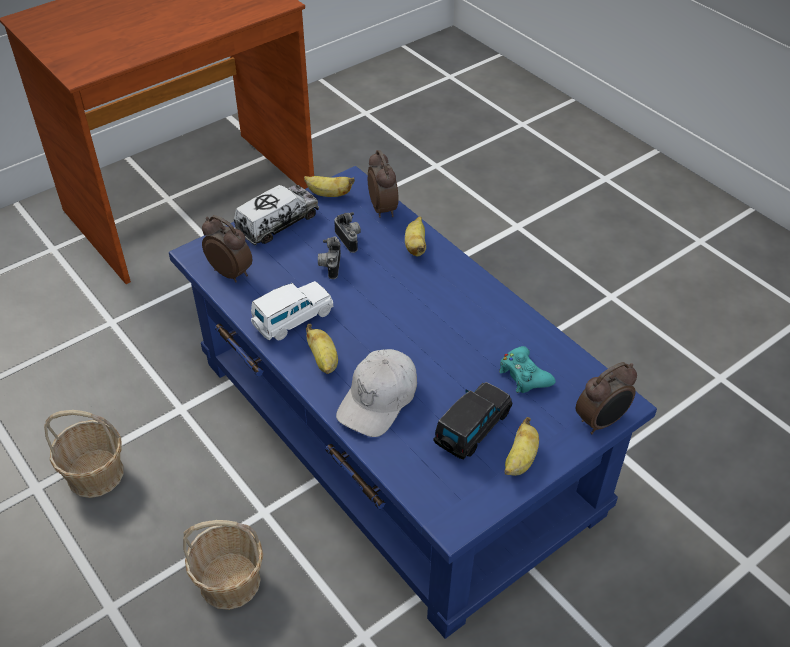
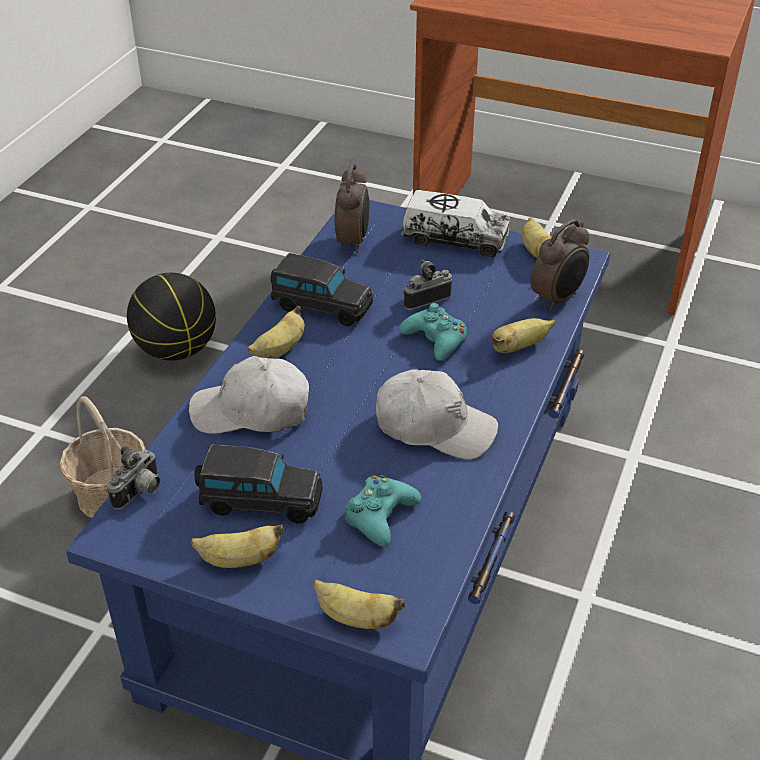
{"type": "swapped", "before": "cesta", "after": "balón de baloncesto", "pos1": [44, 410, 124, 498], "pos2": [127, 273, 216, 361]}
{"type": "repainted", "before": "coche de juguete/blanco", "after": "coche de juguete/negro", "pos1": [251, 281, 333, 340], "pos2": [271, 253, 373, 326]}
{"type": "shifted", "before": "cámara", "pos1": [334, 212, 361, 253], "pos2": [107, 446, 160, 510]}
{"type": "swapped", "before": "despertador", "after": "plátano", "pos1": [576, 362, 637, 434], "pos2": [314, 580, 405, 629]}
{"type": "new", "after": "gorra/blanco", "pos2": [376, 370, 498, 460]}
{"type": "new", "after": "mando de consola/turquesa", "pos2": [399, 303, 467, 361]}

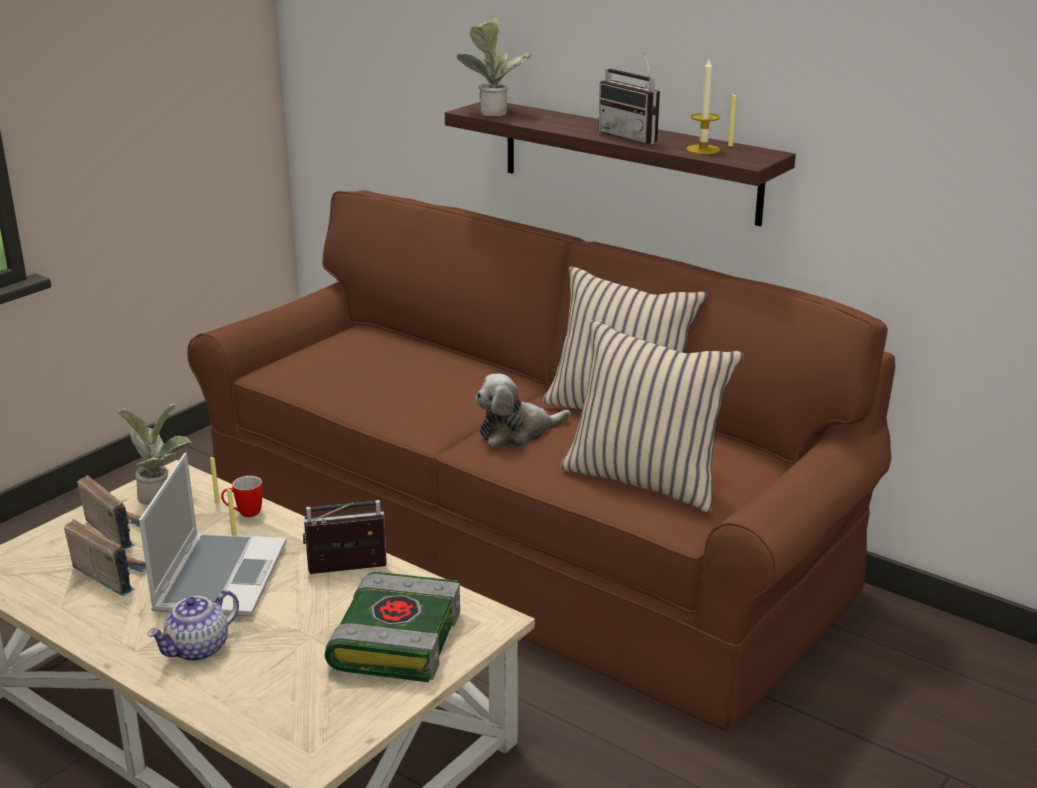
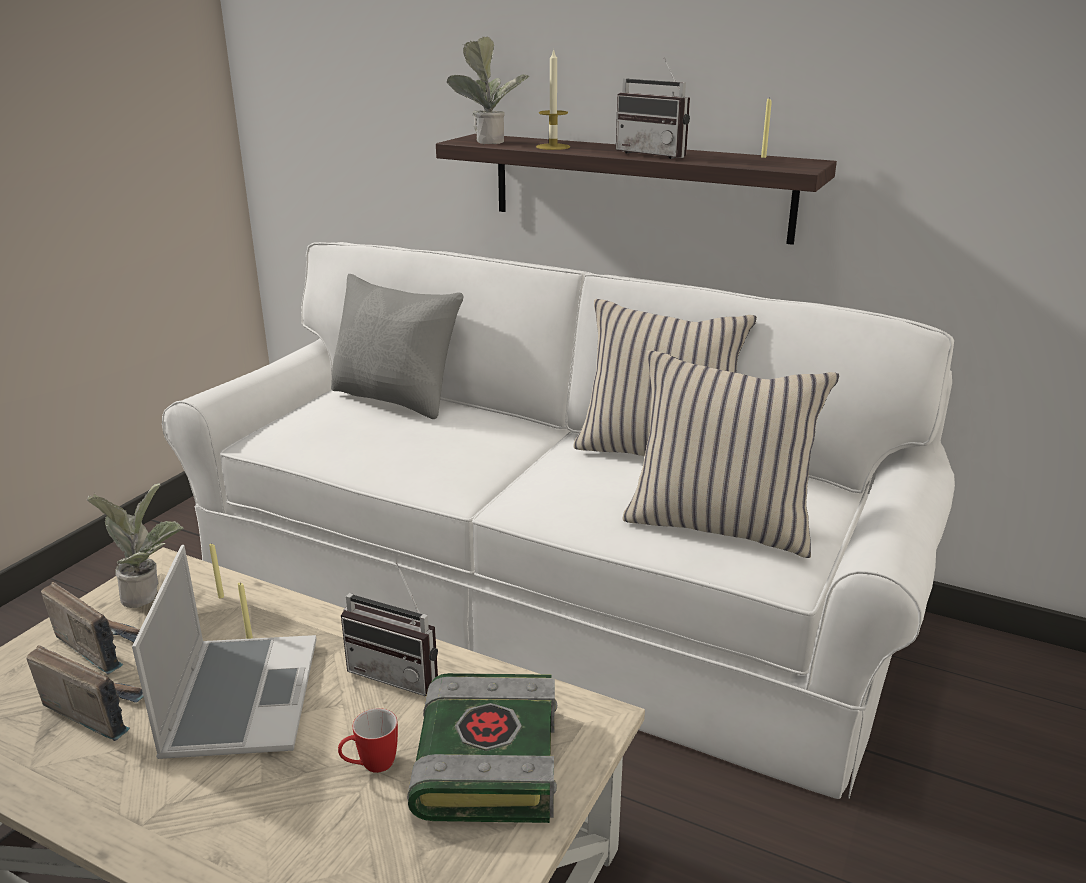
{"type": "gone", "before": "tetera", "pos1": [147, 590, 239, 661]}
{"type": "repainted", "before": "sofá/marrón", "after": "sofá/blanco", "pos1": [187, 190, 895, 731], "pos2": [162, 242, 955, 799]}
{"type": "shifted", "before": "taza grande", "pos1": [221, 476, 263, 517], "pos2": [338, 708, 398, 773]}
{"type": "rotated", "before": "radio", "pos1": [303, 500, 387, 574], "pos2": [341, 562, 438, 696], "turn": -135}
{"type": "gone", "before": "peluche", "pos1": [475, 374, 571, 447]}
{"type": "shifted", "before": "vela", "pos1": [686, 59, 720, 154], "pos2": [536, 48, 570, 150]}
{"type": "new", "after": "cojín/gris", "pos2": [331, 274, 464, 419]}

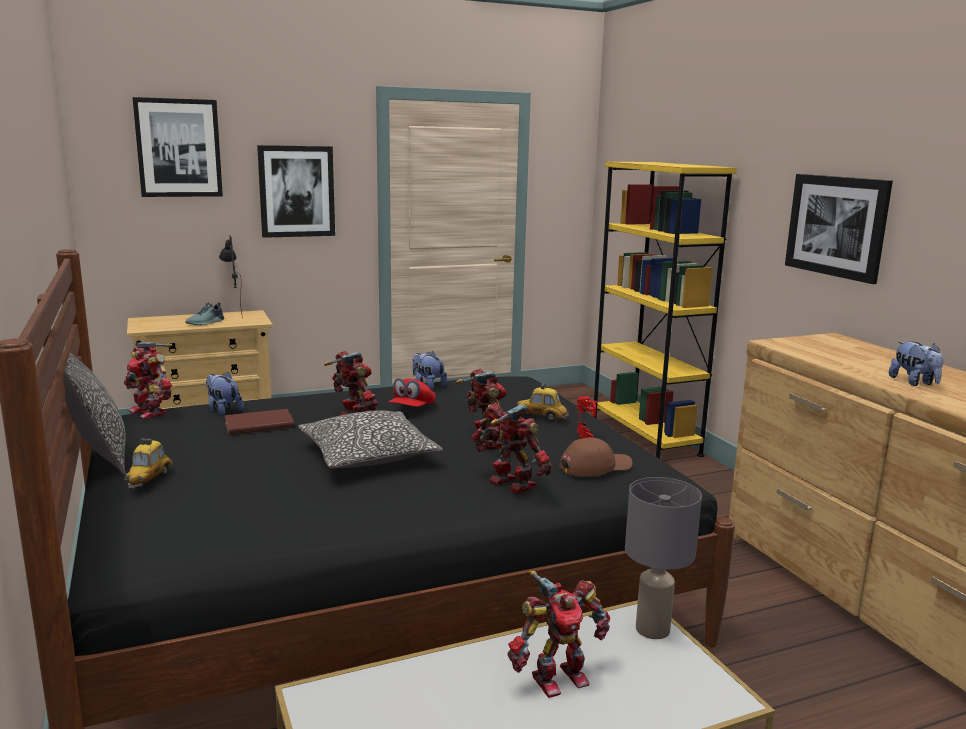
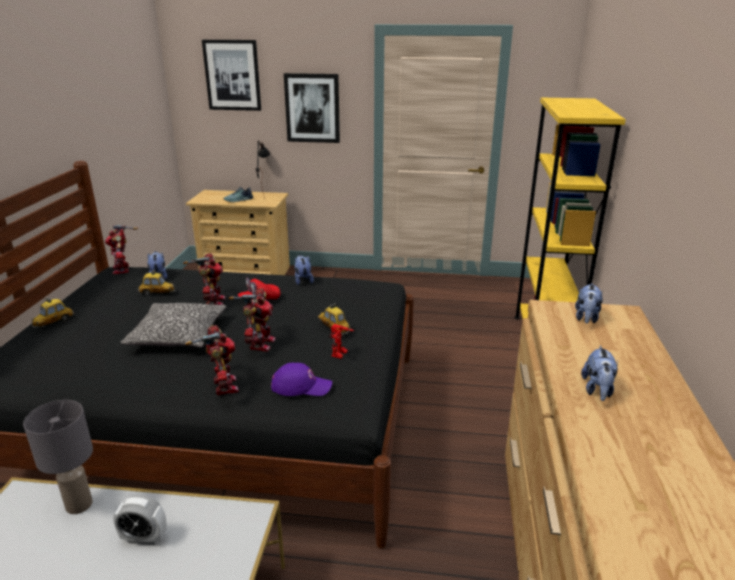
{"type": "gone", "before": "cojín", "pos1": [60, 347, 126, 476]}
{"type": "swapped", "before": "libro/marrón", "after": "coche de juguete", "pos1": [224, 409, 295, 435], "pos2": [138, 270, 176, 295]}
{"type": "swapped", "before": "robot de juguete", "after": "despertador", "pos1": [508, 571, 610, 698], "pos2": [113, 495, 167, 545]}
{"type": "repainted", "before": "gorra/marrón", "after": "gorra/morado", "pos1": [559, 437, 632, 477], "pos2": [271, 363, 332, 396]}
{"type": "shifted", "before": "lámpara de mesa/gris", "pos1": [625, 477, 702, 639], "pos2": [23, 400, 93, 514]}
{"type": "gone", "before": "cuadro", "pos1": [785, 174, 893, 284]}
{"type": "new", "after": "peluche", "pos2": [575, 283, 603, 324]}

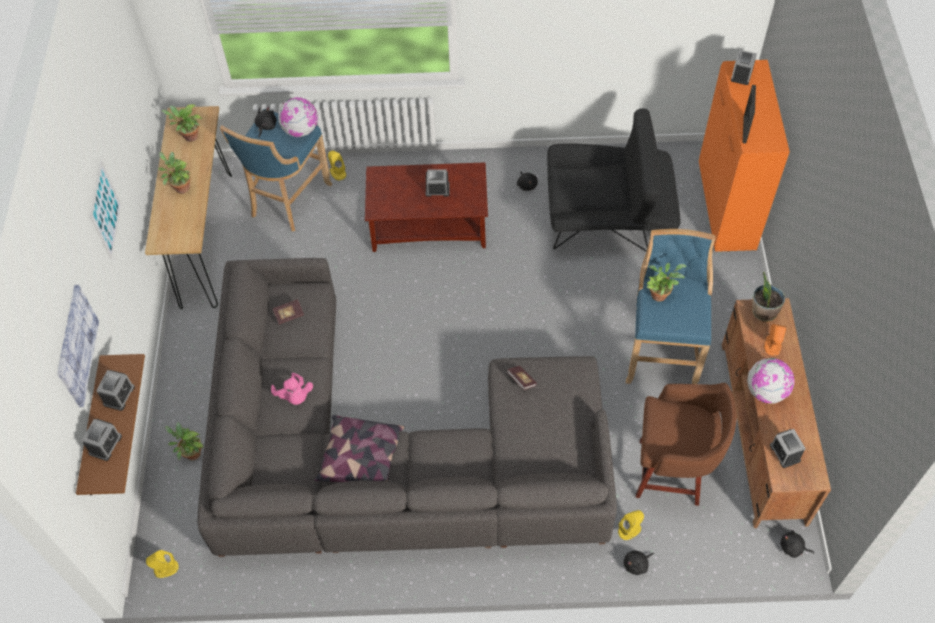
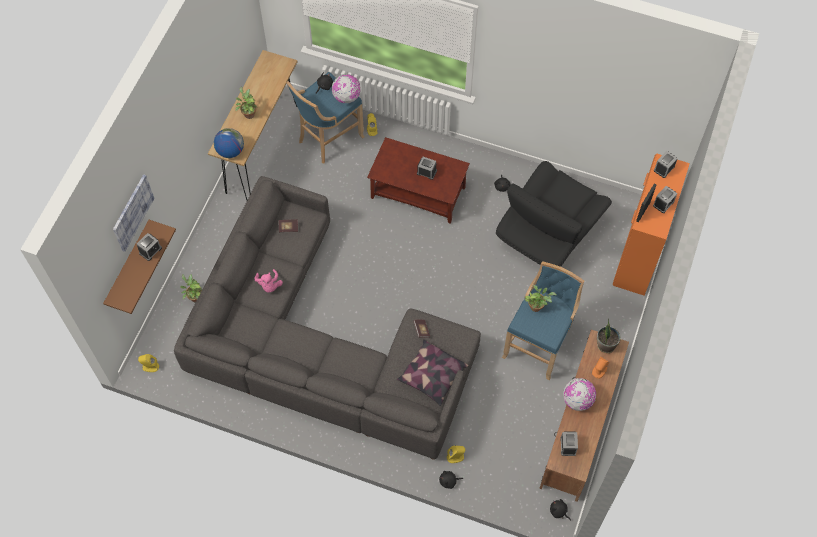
{"type": "shifted", "before": "despertador", "pos1": [81, 419, 122, 461], "pos2": [653, 186, 677, 213]}
{"type": "gone", "before": "cuadro", "pos1": [90, 160, 122, 259]}
{"type": "gone", "before": "planta en maceta", "pos1": [161, 104, 202, 142]}
{"type": "shifted", "before": "cojín", "pos1": [315, 415, 405, 483], "pos2": [397, 340, 469, 406]}
{"type": "rotated", "before": "sillón/negro", "pos1": [547, 108, 680, 252], "pos2": [496, 161, 612, 267], "turn": 105}
{"type": "gone", "before": "taburete/marrón", "pos1": [636, 383, 737, 506]}
{"type": "new", "after": "globo terráqueo", "pos2": [214, 128, 244, 158]}

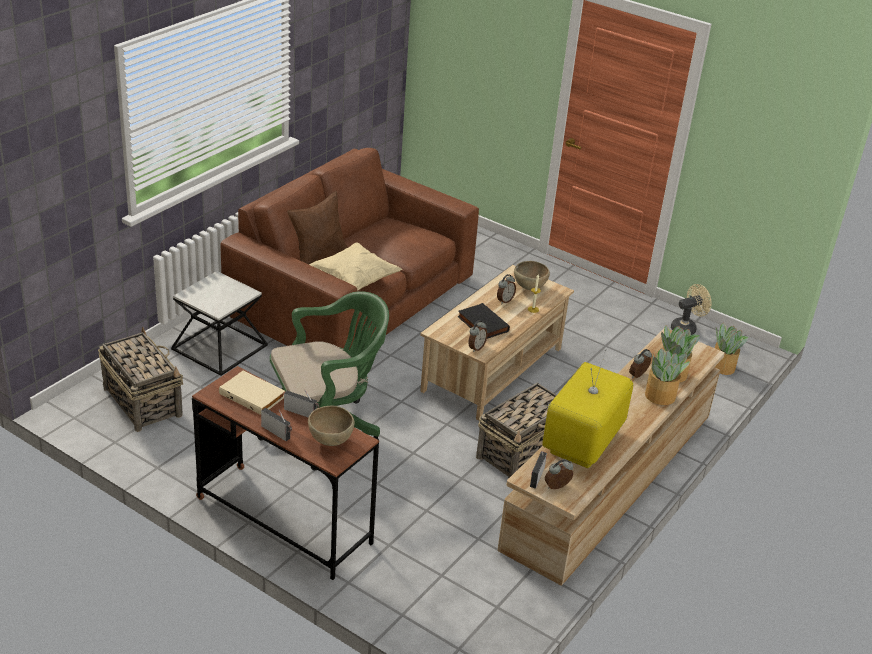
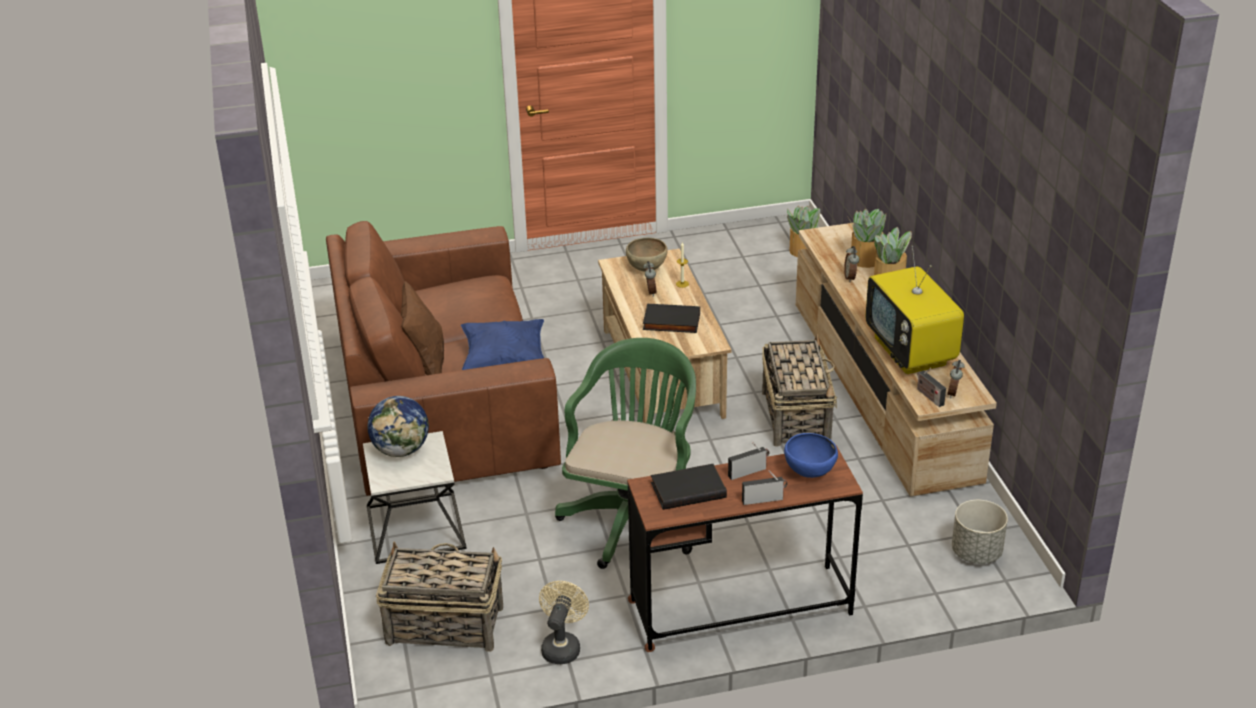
{"type": "repainted", "before": "libro/beis", "after": "libro/negro", "pos1": [219, 370, 285, 415], "pos2": [651, 464, 727, 510]}
{"type": "repainted", "before": "cuenco/marrón", "after": "cuenco/azul", "pos1": [308, 406, 355, 446], "pos2": [784, 433, 838, 478]}
{"type": "repainted", "before": "cojín/beis", "after": "cojín/azul", "pos1": [309, 243, 402, 291], "pos2": [461, 319, 544, 370]}
{"type": "gone", "before": "despertador", "pos1": [468, 320, 488, 352]}
{"type": "shifted", "before": "ventilador/beis", "pos1": [671, 284, 711, 335], "pos2": [539, 581, 589, 664]}
{"type": "new", "after": "globo terráqueo", "pos2": [367, 396, 429, 457]}
{"type": "new", "after": "maceta/gris", "pos2": [952, 500, 1008, 564]}

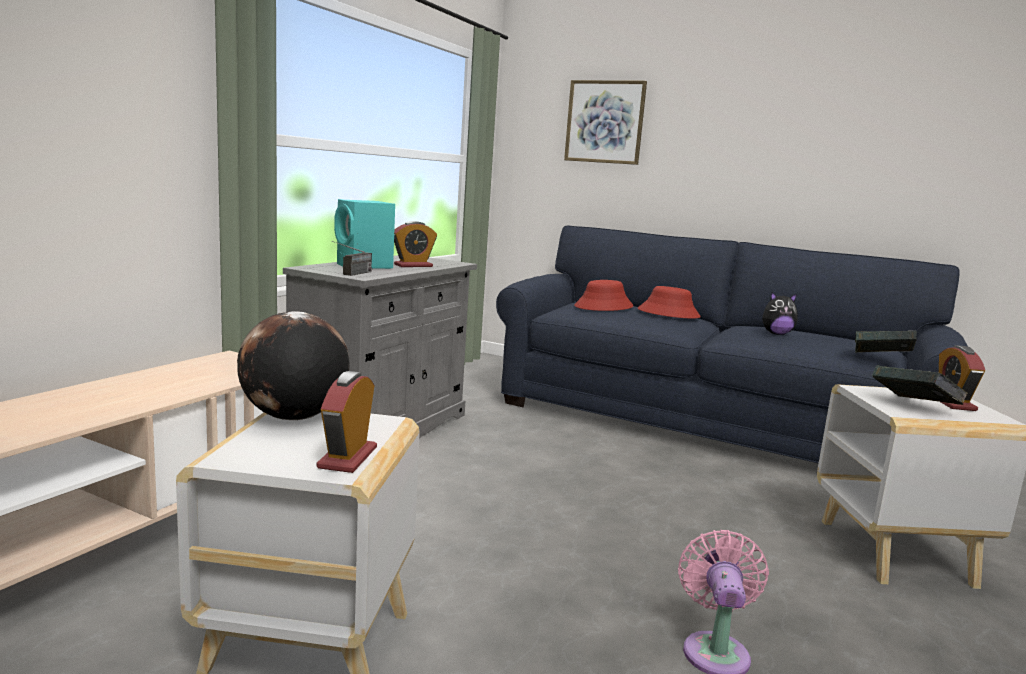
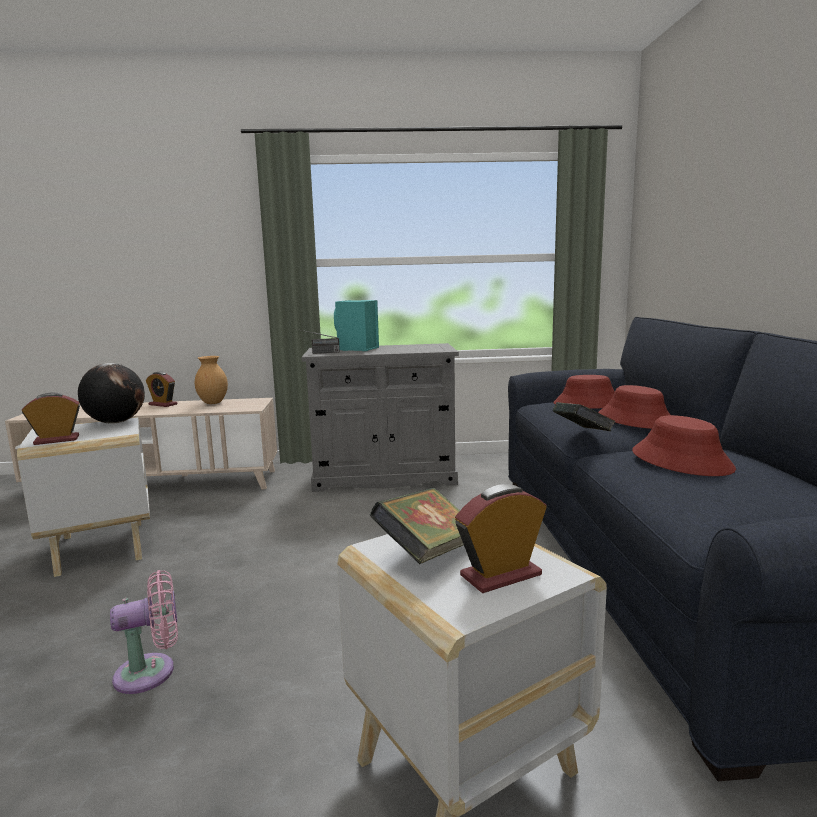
{"type": "shifted", "before": "despertador", "pos1": [394, 221, 437, 267], "pos2": [146, 371, 178, 407]}
{"type": "gone", "before": "cuadro", "pos1": [564, 80, 647, 165]}
{"type": "swapped", "before": "peluche", "after": "sombrero/rojo", "pos1": [762, 292, 798, 335], "pos2": [632, 415, 736, 476]}
{"type": "shifted", "before": "libro", "pos1": [855, 331, 917, 352], "pos2": [552, 402, 616, 431]}
{"type": "new", "after": "florero/marrón", "pos2": [195, 356, 228, 404]}

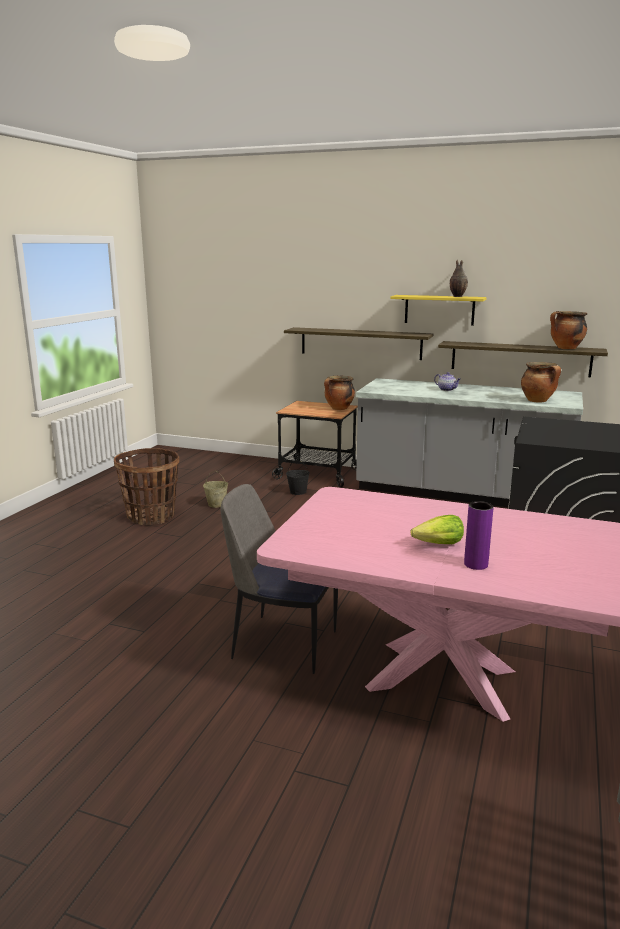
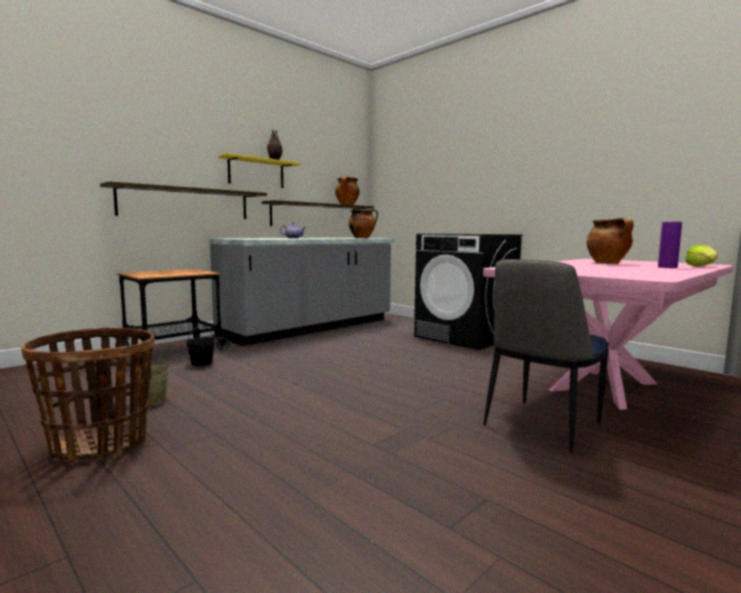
{"type": "shifted", "before": "olla", "pos1": [324, 376, 355, 410], "pos2": [587, 218, 634, 264]}
{"type": "shifted", "before": "lechuga", "pos1": [410, 515, 464, 544], "pos2": [685, 244, 718, 266]}

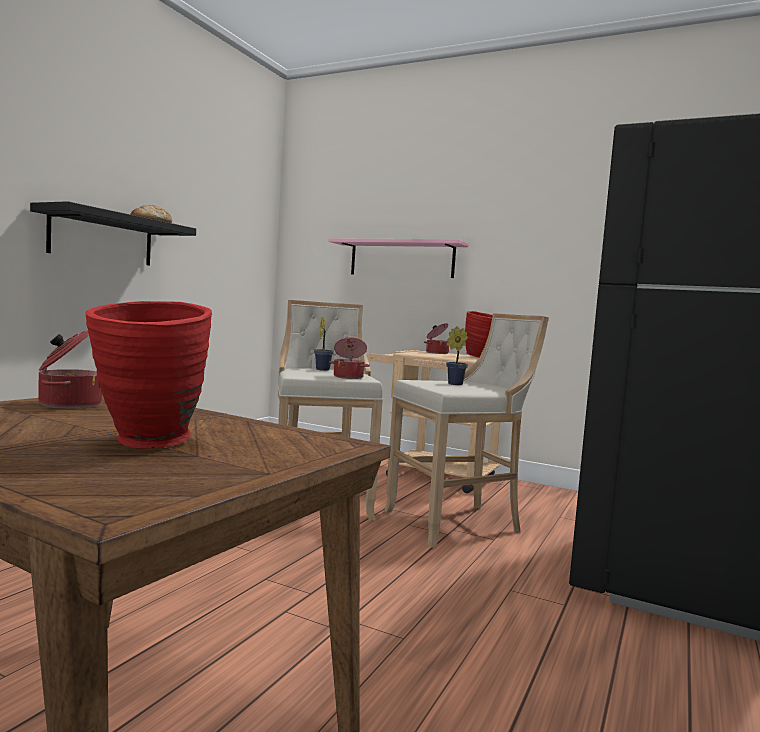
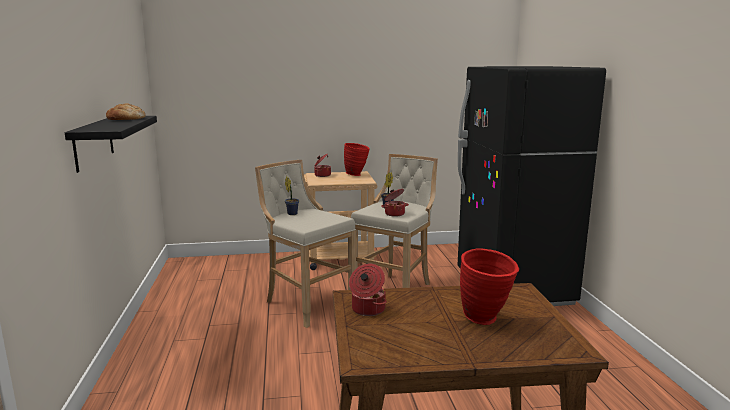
{"type": "gone", "before": "estante/rosa", "pos1": [328, 238, 469, 278]}
{"type": "shifted", "before": "olla", "pos1": [329, 337, 370, 379], "pos2": [381, 189, 409, 217]}

